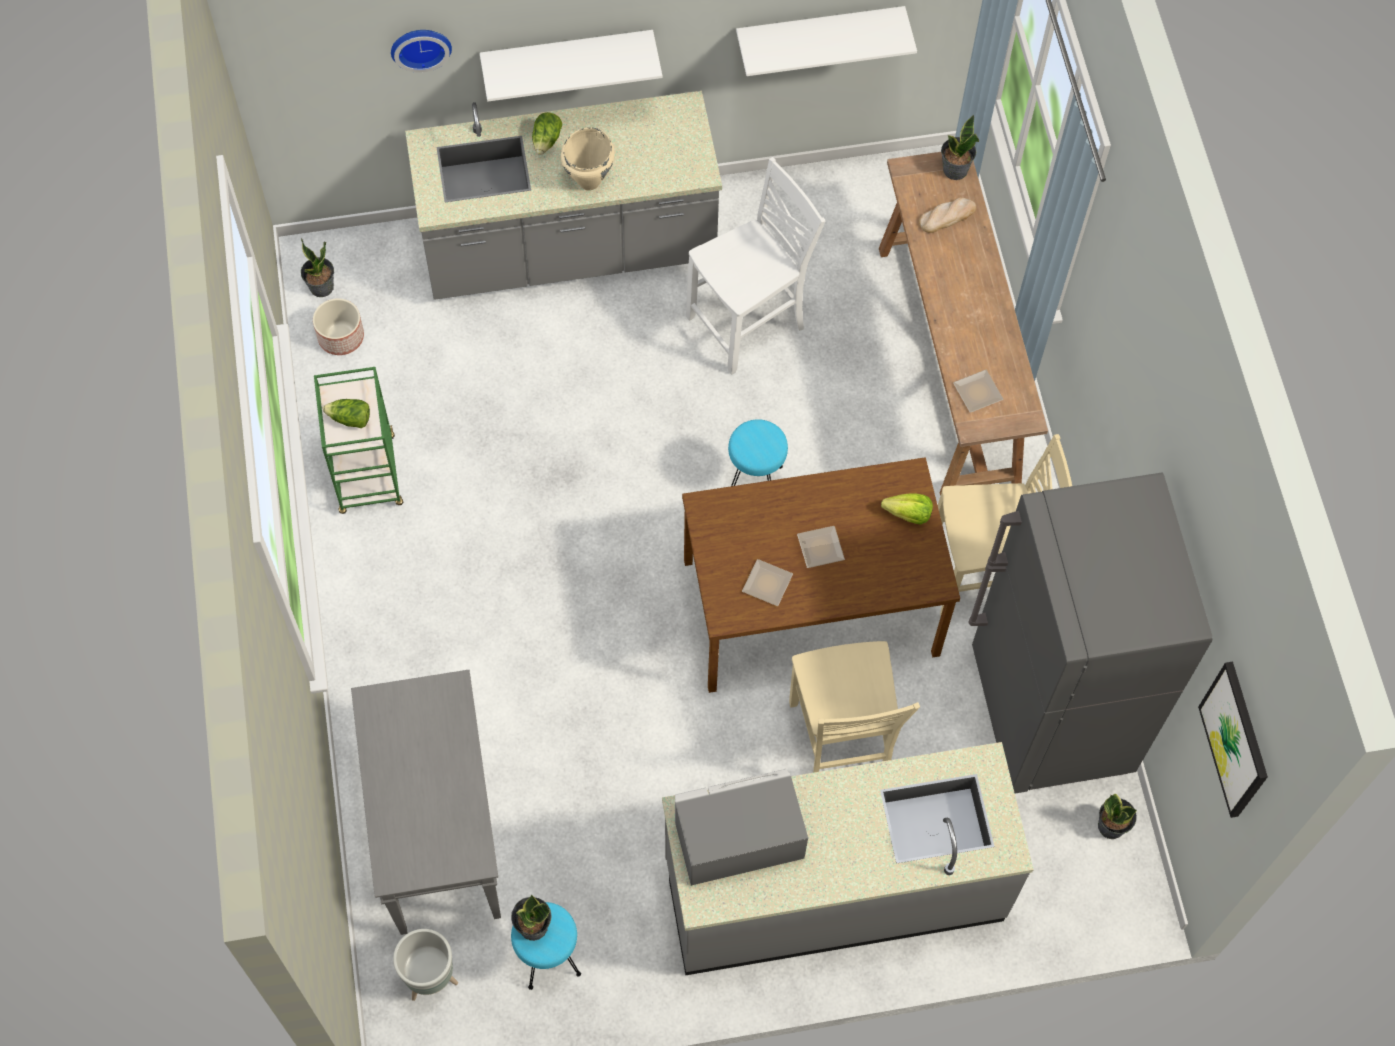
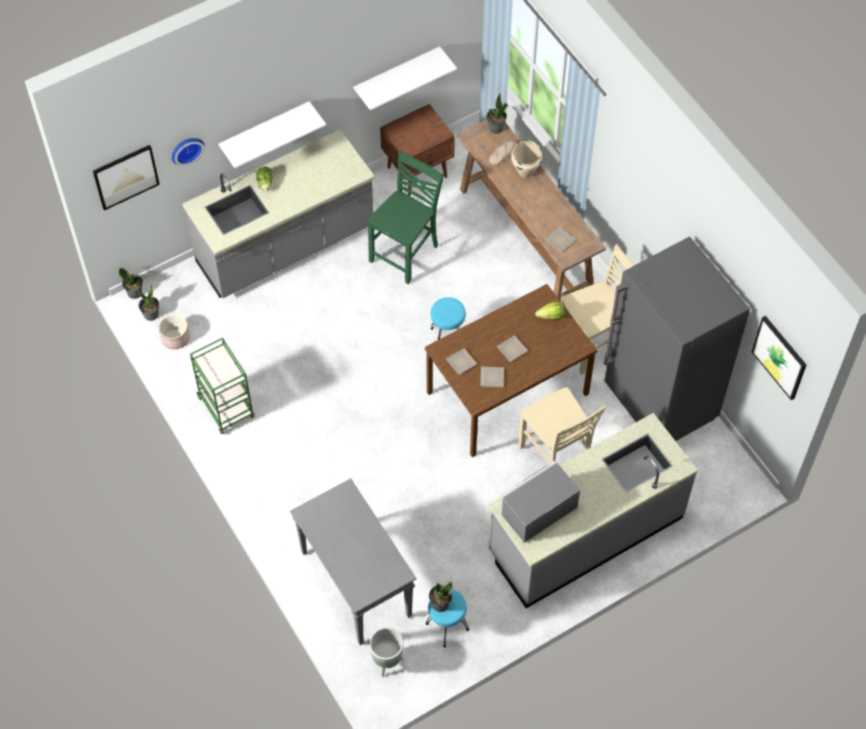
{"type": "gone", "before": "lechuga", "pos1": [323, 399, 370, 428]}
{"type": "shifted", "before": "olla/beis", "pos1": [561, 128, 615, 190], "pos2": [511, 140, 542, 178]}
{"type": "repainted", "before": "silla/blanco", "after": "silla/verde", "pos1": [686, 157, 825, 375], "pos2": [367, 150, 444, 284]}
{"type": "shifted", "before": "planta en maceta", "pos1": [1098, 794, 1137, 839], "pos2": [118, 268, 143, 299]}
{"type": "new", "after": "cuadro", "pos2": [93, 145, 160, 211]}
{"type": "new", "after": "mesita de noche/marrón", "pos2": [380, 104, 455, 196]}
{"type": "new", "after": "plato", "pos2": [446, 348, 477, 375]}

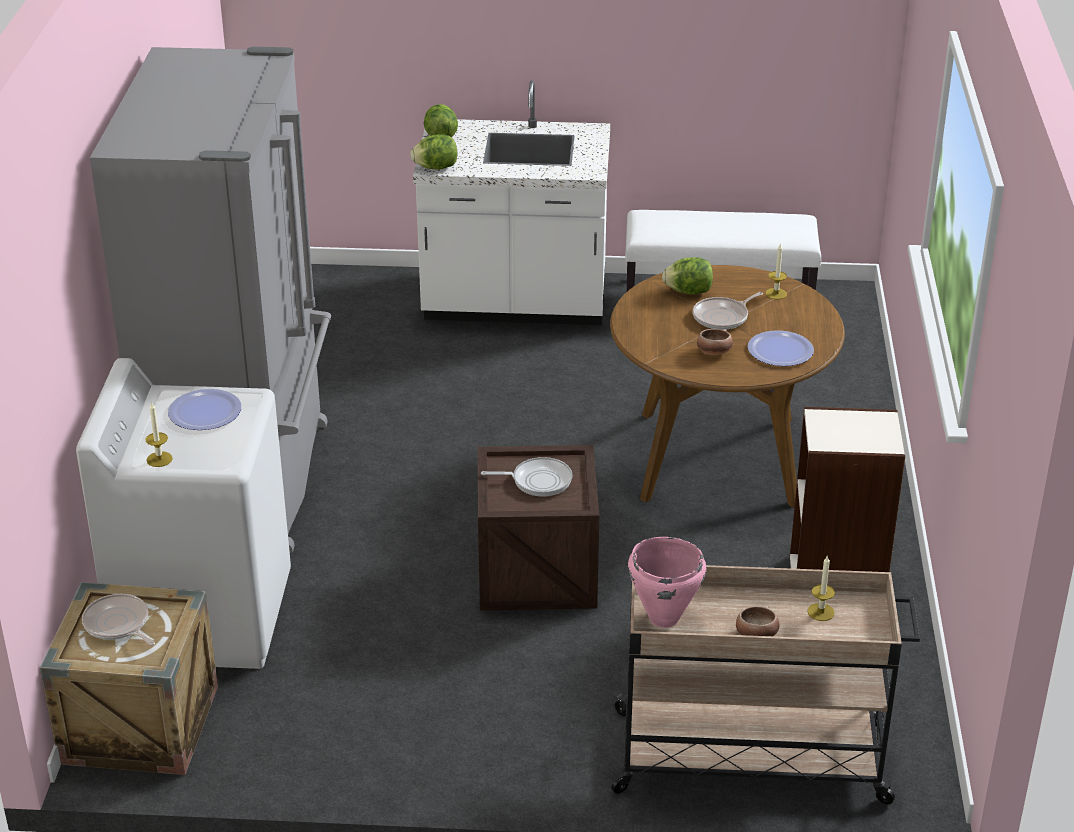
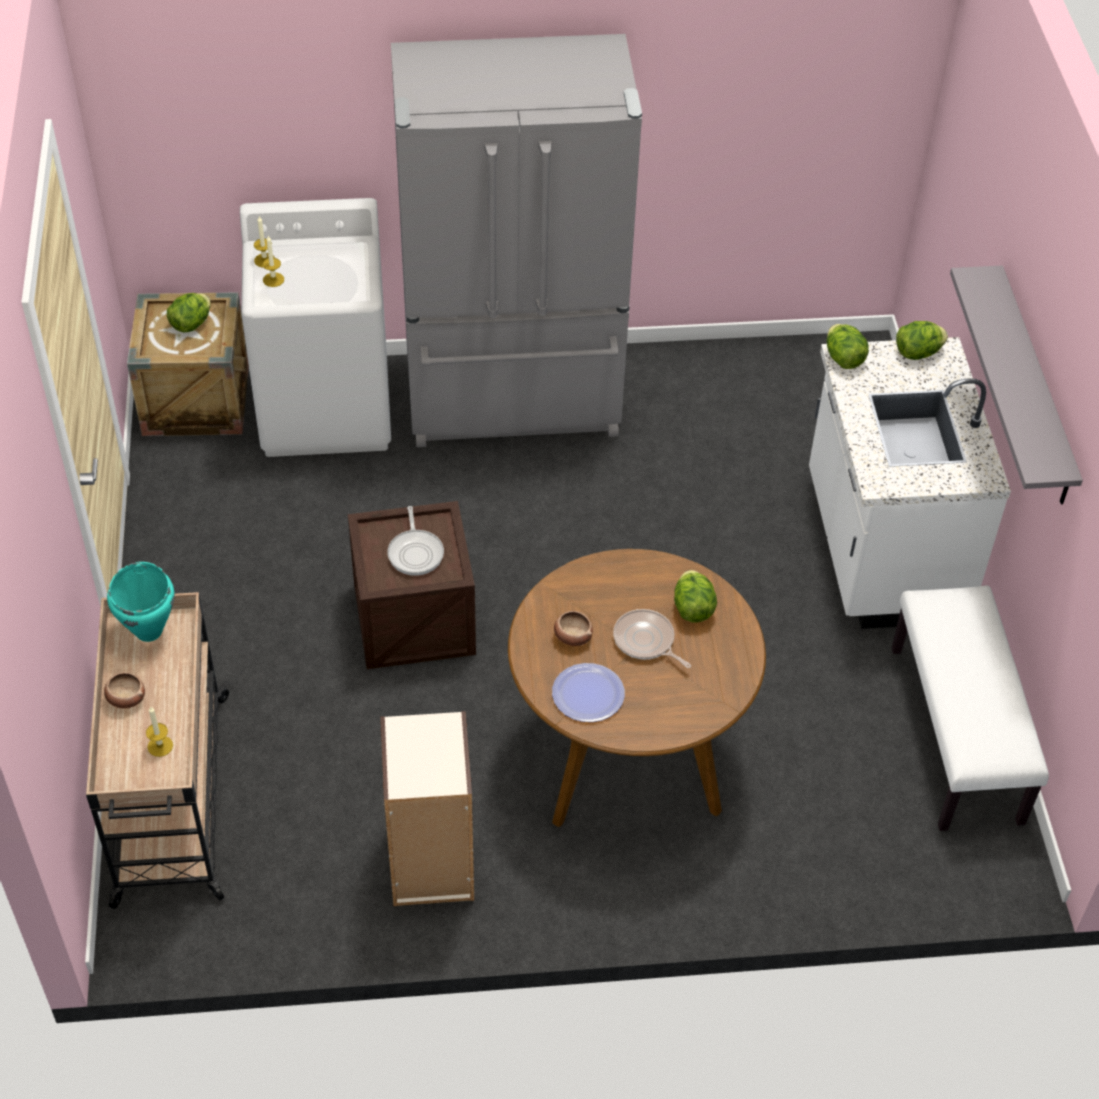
{"type": "swapped", "before": "sartén", "after": "lechuga", "pos1": [82, 594, 155, 646], "pos2": [167, 293, 211, 333]}
{"type": "gone", "before": "plato", "pos1": [168, 389, 241, 430]}
{"type": "repainted", "before": "olla/rosa", "after": "olla/turquesa", "pos1": [628, 537, 706, 628], "pos2": [107, 562, 175, 642]}
{"type": "shifted", "before": "vela", "pos1": [765, 243, 787, 299], "pos2": [263, 236, 284, 287]}
{"type": "new", "after": "estante/gris", "pos2": [950, 265, 1083, 504]}

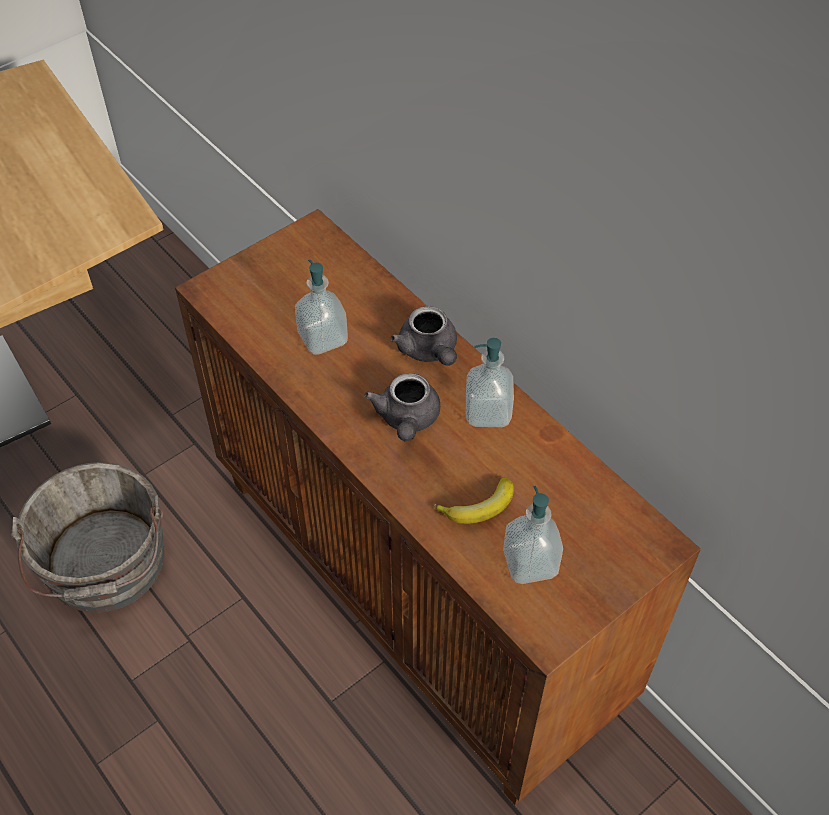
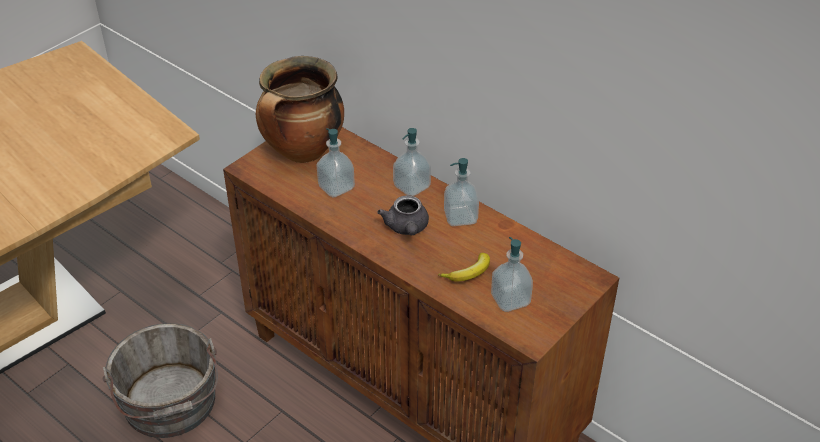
{"type": "swapped", "before": "tetera/gris", "after": "dispensador de jabón", "pos1": [390, 306, 457, 366], "pos2": [393, 128, 431, 196]}
{"type": "new", "after": "olla", "pos2": [256, 56, 344, 163]}

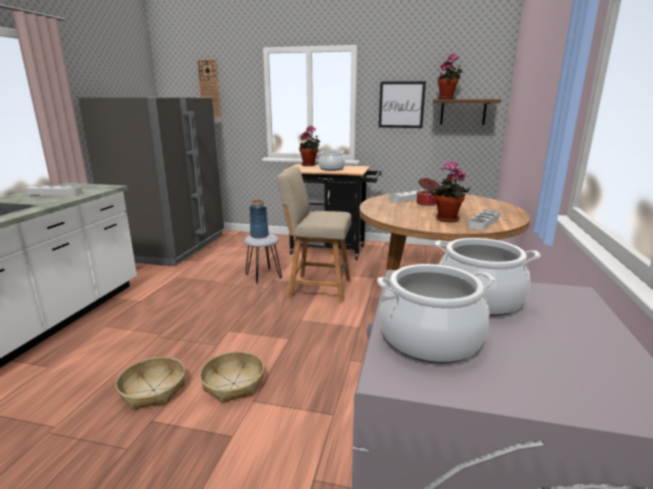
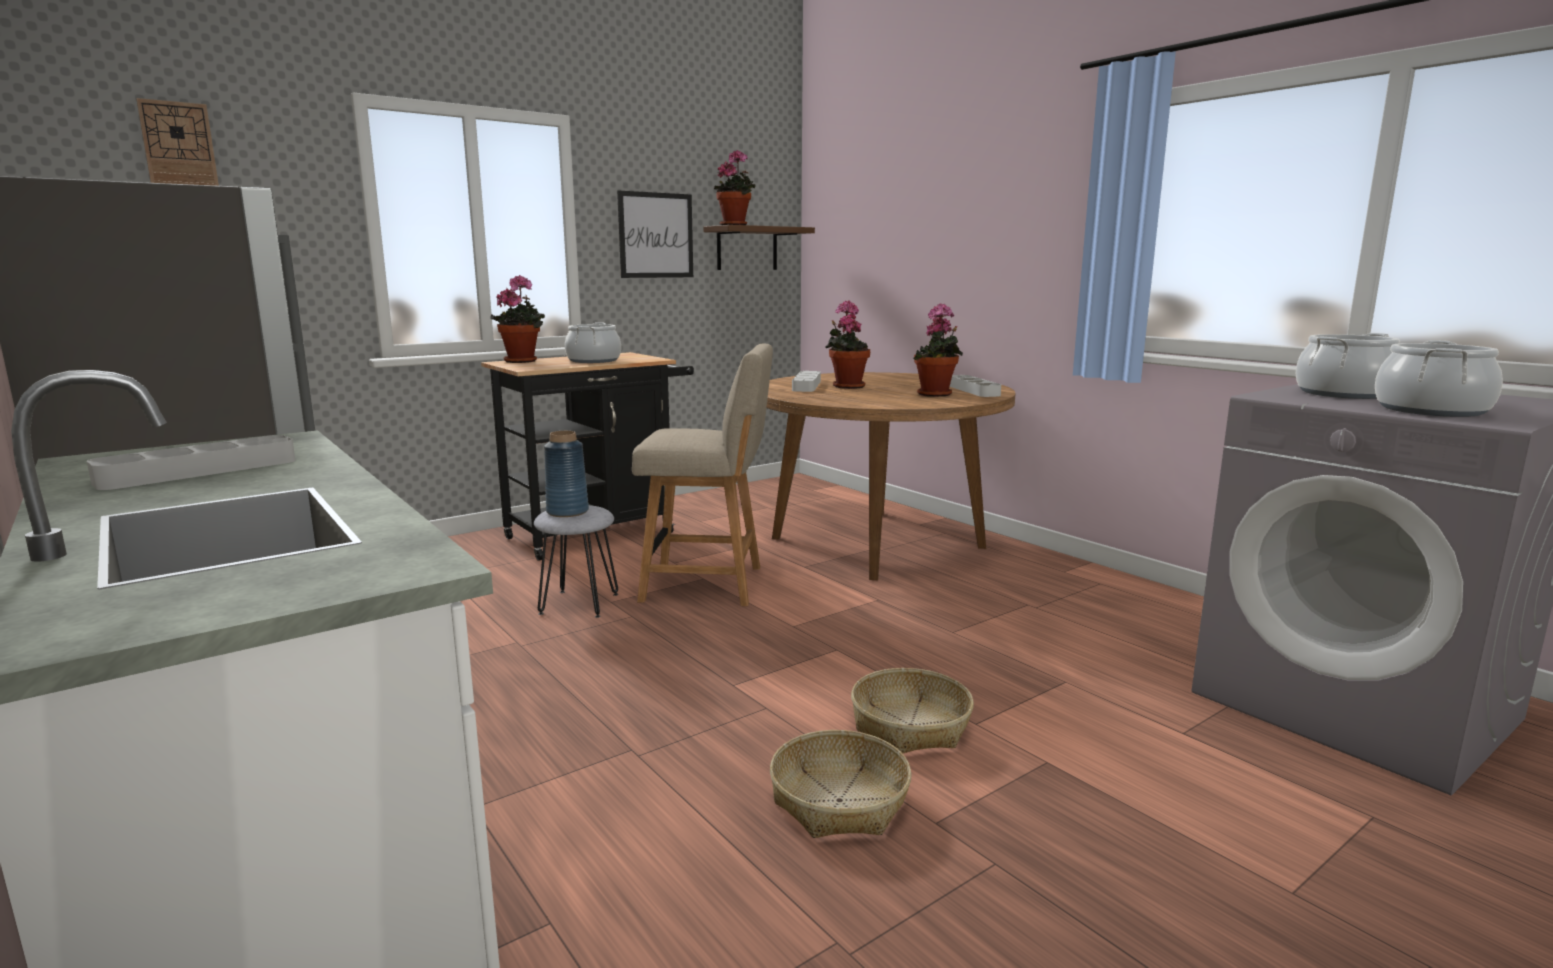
{"type": "rotated", "before": "silla/beis", "pos1": [277, 167, 352, 303], "pos2": [632, 344, 773, 606], "turn": -135}
{"type": "swapped", "before": "olla", "after": "planta en maceta", "pos1": [416, 178, 440, 206], "pos2": [825, 300, 870, 389]}

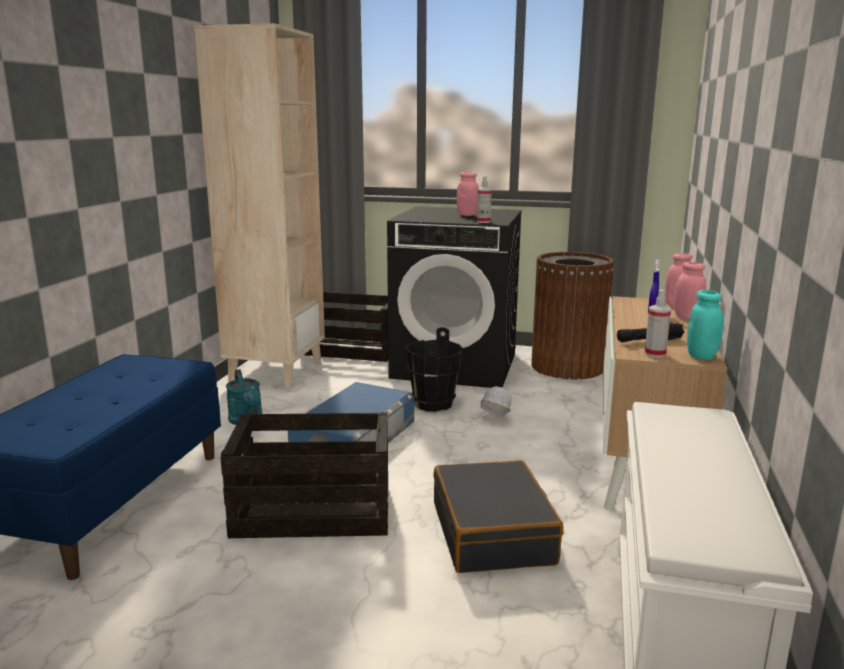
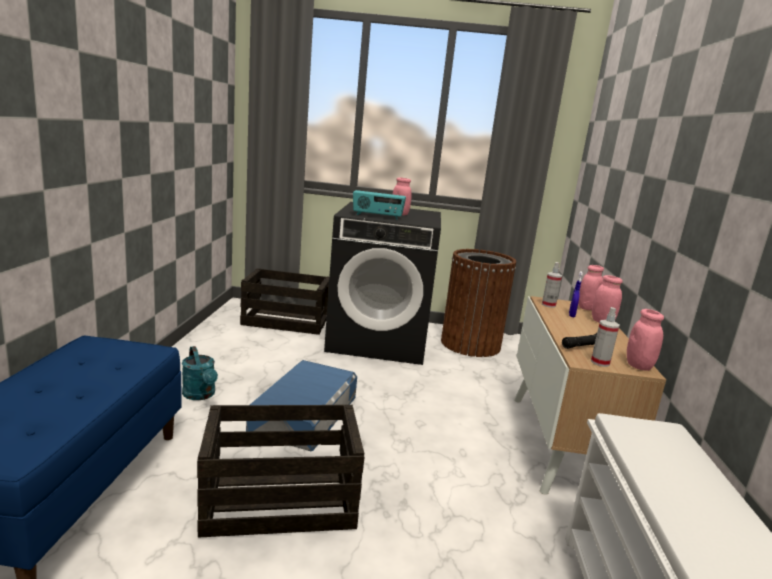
{"type": "gone", "before": "estantería/beis", "pos1": [194, 23, 325, 389]}
{"type": "gone", "before": "cubo/negro", "pos1": [406, 327, 463, 412]}
{"type": "gone", "before": "maleta/negro", "pos1": [433, 460, 563, 573]}
{"type": "shifted", "before": "pulverizador", "pos1": [477, 176, 492, 223], "pos2": [542, 262, 562, 308]}
{"type": "gone", "before": "casco/blanco", "pos1": [480, 386, 512, 416]}
{"type": "repainted", "before": "tarro/turquesa", "after": "tarro/rosa", "pos1": [687, 290, 723, 360], "pos2": [627, 309, 664, 371]}
{"type": "new", "after": "radio", "pos2": [353, 190, 406, 220]}

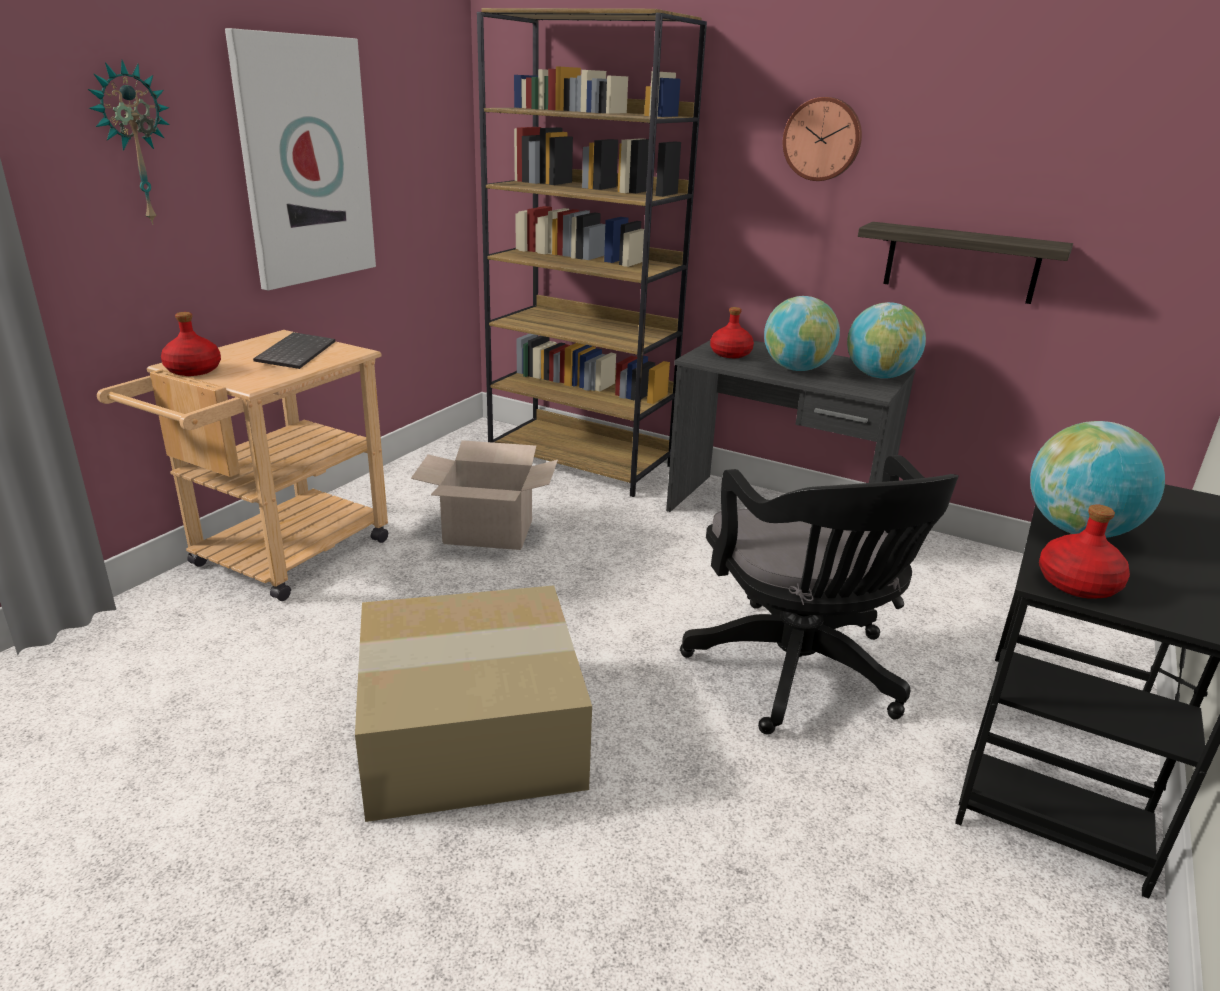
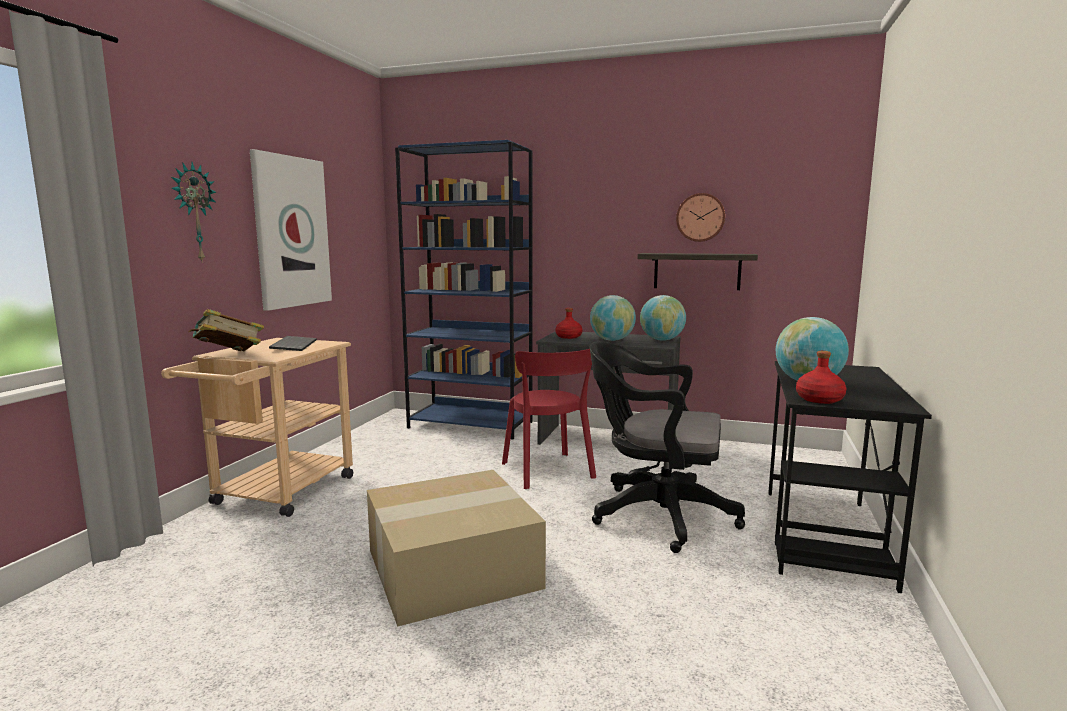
{"type": "swapped", "before": "botella/rojo", "after": "libro", "pos1": [161, 312, 221, 376], "pos2": [188, 309, 264, 351]}
{"type": "gone", "before": "caja de cartón", "pos1": [411, 440, 558, 550]}
{"type": "repainted", "before": "estantería/marrón", "after": "estantería/azul", "pos1": [477, 8, 707, 497], "pos2": [395, 140, 532, 440]}
{"type": "rotated", "before": "silla de oficina/negro", "pos1": [680, 455, 959, 735], "pos2": [590, 342, 745, 553], "turn": 135}
{"type": "shifted", "before": "reloj de pared", "pos1": [783, 97, 862, 181], "pos2": [676, 193, 725, 242]}
{"type": "new", "after": "silla/rojo", "pos2": [502, 349, 596, 489]}

